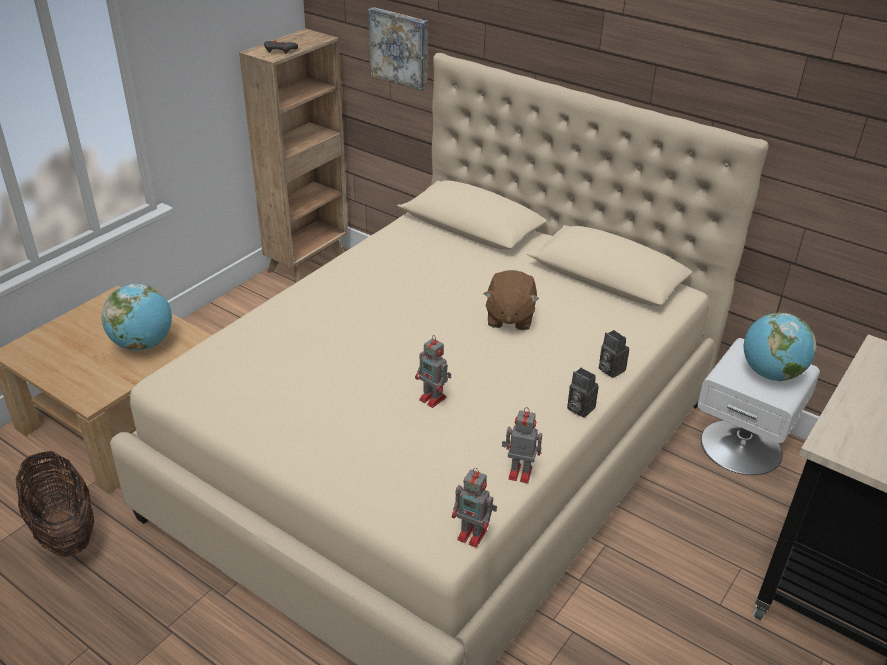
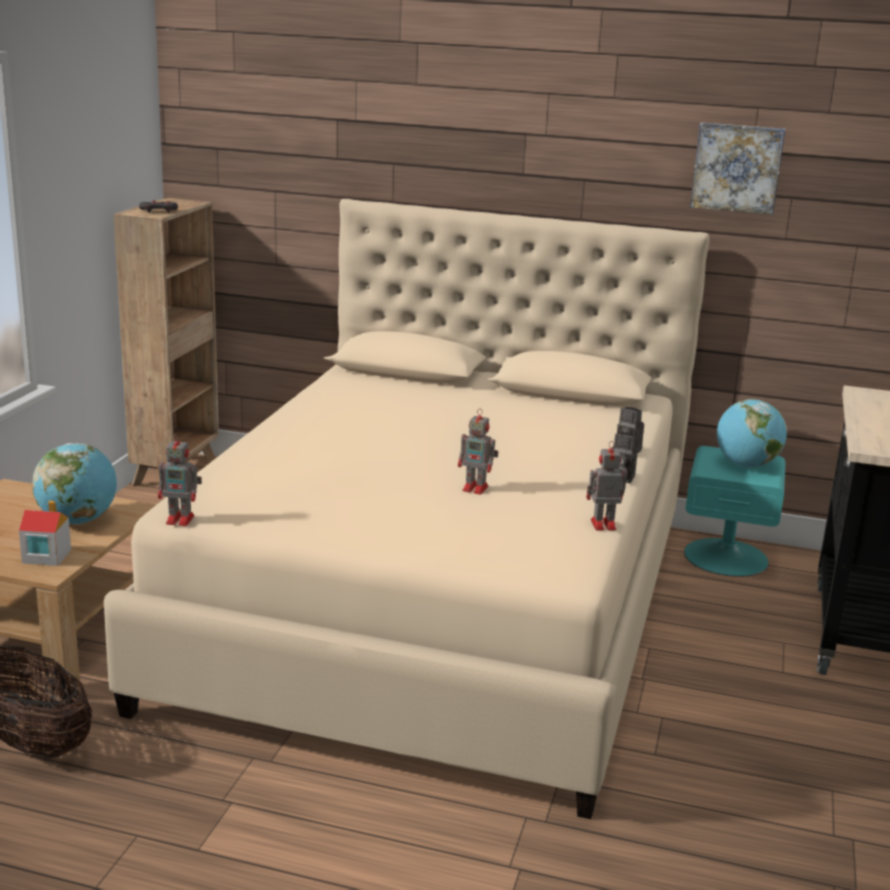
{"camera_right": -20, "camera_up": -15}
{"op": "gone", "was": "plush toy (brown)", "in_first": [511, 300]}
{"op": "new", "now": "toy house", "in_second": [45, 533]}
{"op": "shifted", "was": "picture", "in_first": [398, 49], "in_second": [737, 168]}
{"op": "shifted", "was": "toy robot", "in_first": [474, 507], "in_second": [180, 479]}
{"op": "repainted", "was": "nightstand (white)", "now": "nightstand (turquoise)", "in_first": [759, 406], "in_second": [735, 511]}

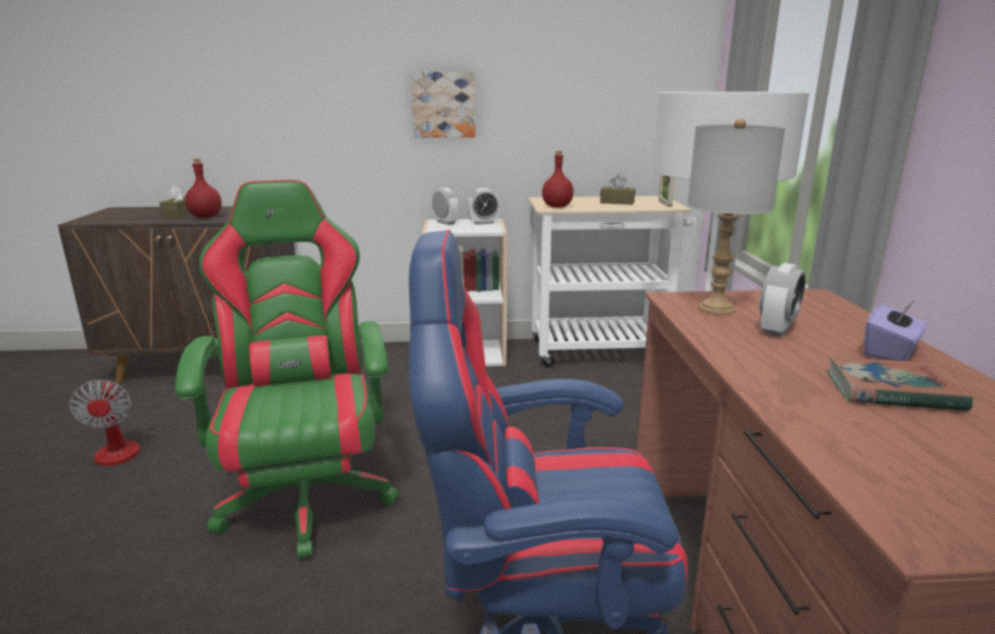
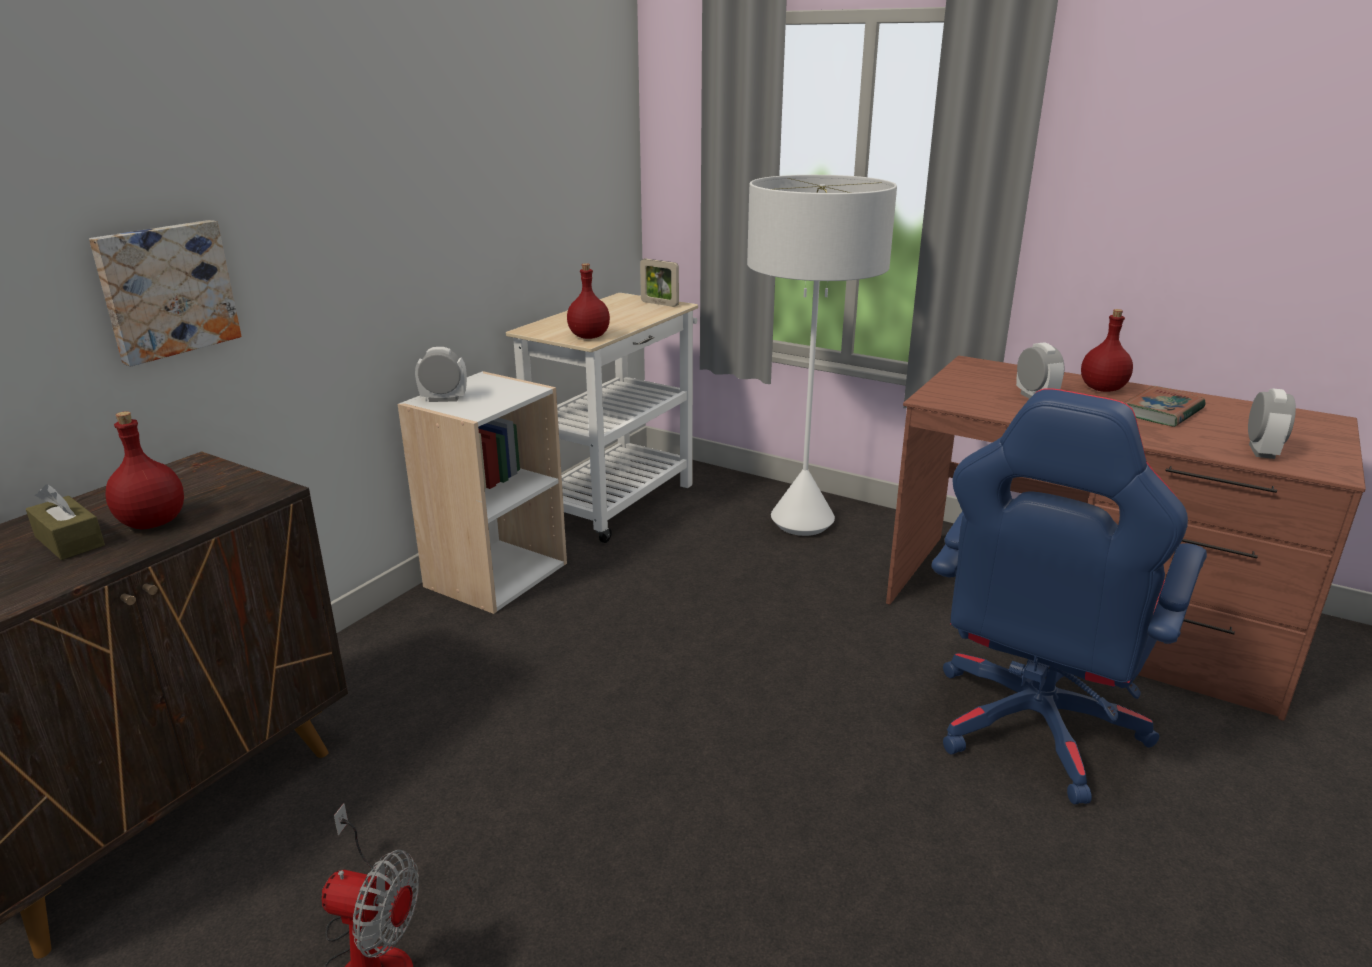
{"camera_right": -55, "camera_up": 5}
{"op": "gone", "was": "office chair (green)", "in_first": [287, 369]}
{"op": "gone", "was": "tissue box (brown)", "in_first": [617, 190]}
{"op": "gone", "was": "table lamp (grey)", "in_first": [737, 216]}
{"op": "shifted", "was": "picture", "in_first": [443, 104], "in_second": [165, 293]}
{"op": "shifted", "was": "alarm clock", "in_first": [484, 206], "in_second": [1272, 423]}
{"op": "swapped", "was": "tissue box (purple)", "now": "bottle (red)", "in_first": [895, 330], "in_second": [1107, 350]}

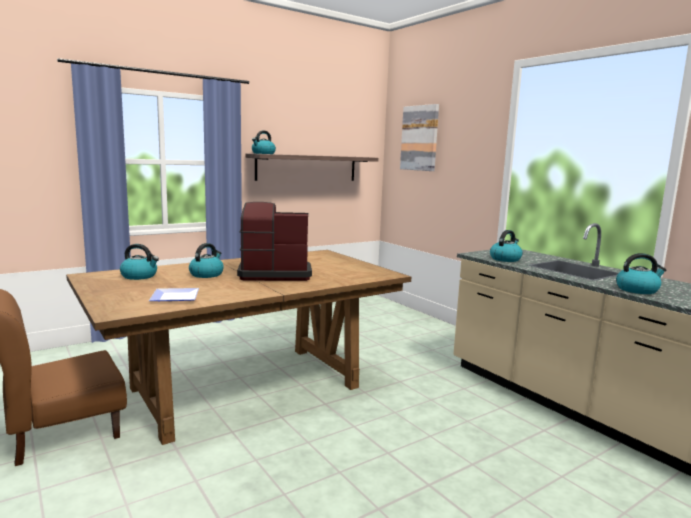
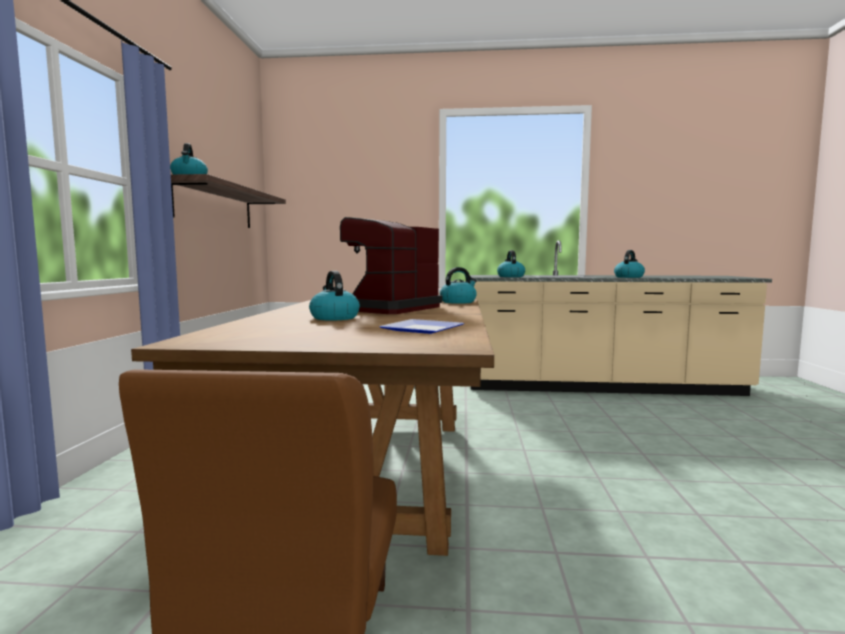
{"camera_right": -50, "camera_up": -5}
{"op": "gone", "was": "picture", "in_first": [419, 137]}
{"op": "shifted", "was": "kettle", "in_first": [139, 262], "in_second": [458, 285]}

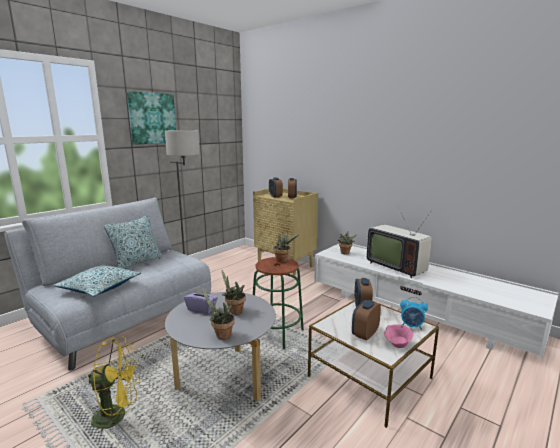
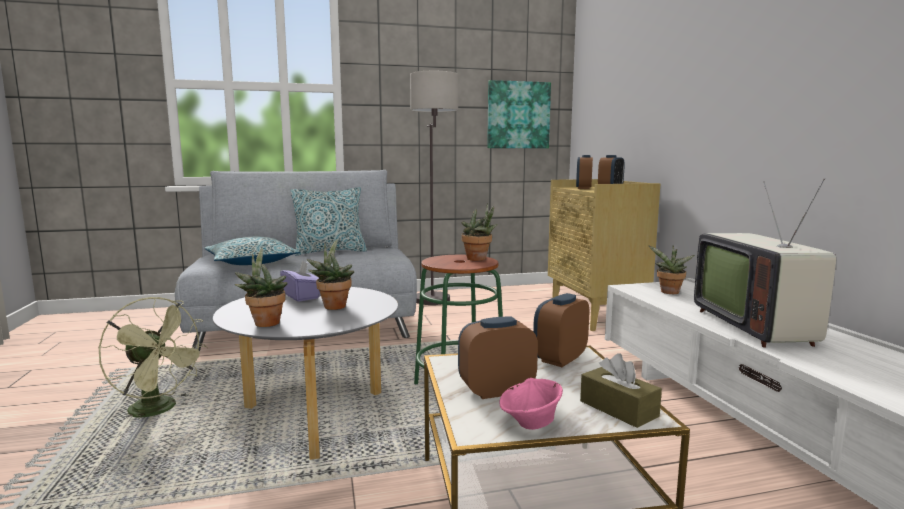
{"camera_right": 35, "camera_up": -5}
{"op": "shifted", "was": "picture", "in_first": [151, 118], "in_second": [519, 114]}
{"op": "swapped", "was": "alarm clock", "now": "tissue box (brown)", "in_first": [414, 313], "in_second": [621, 390]}
{"op": "repainted", "was": "fan (yellow)", "now": "fan (green)", "in_first": [114, 384], "in_second": [153, 357]}

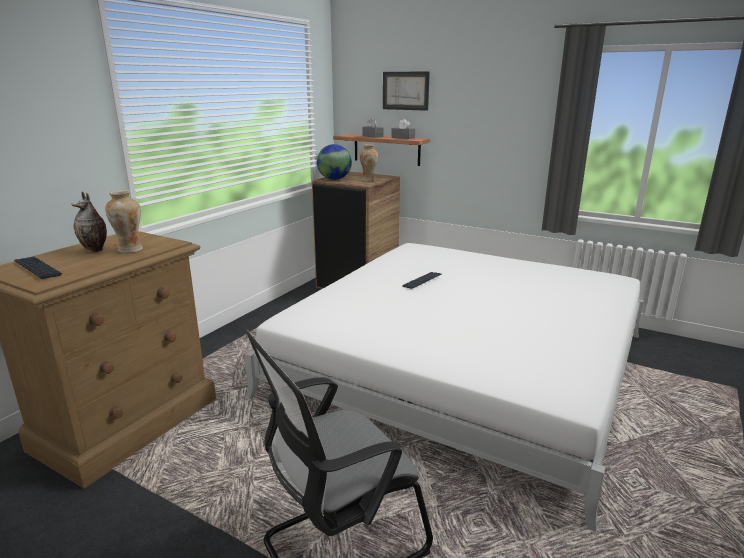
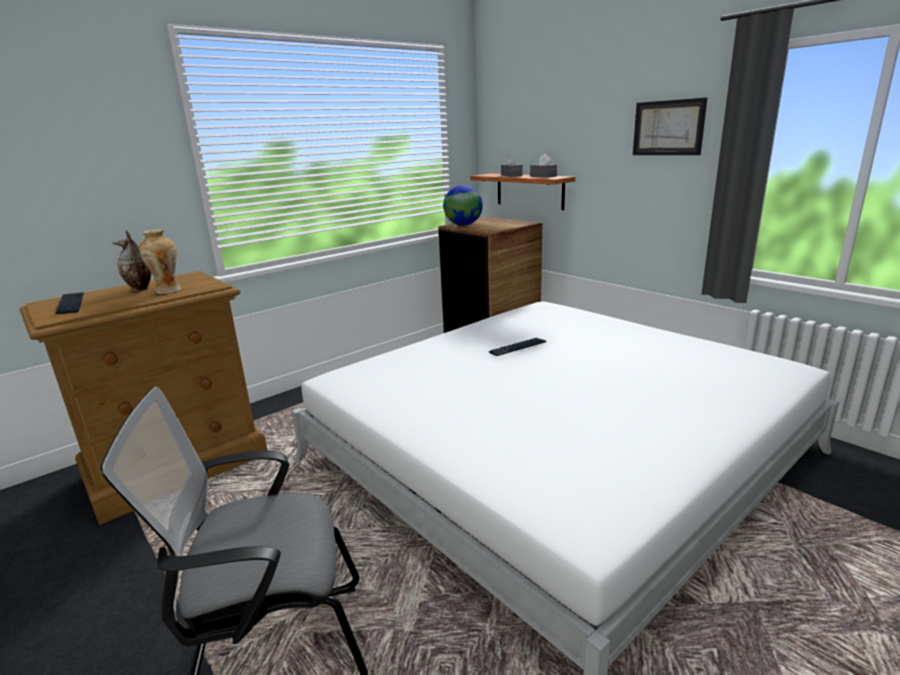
{"camera_right": 20, "camera_up": 0}
{"op": "gone", "was": "vase", "in_first": [369, 162]}
{"op": "shifted", "was": "picture", "in_first": [406, 91], "in_second": [670, 126]}

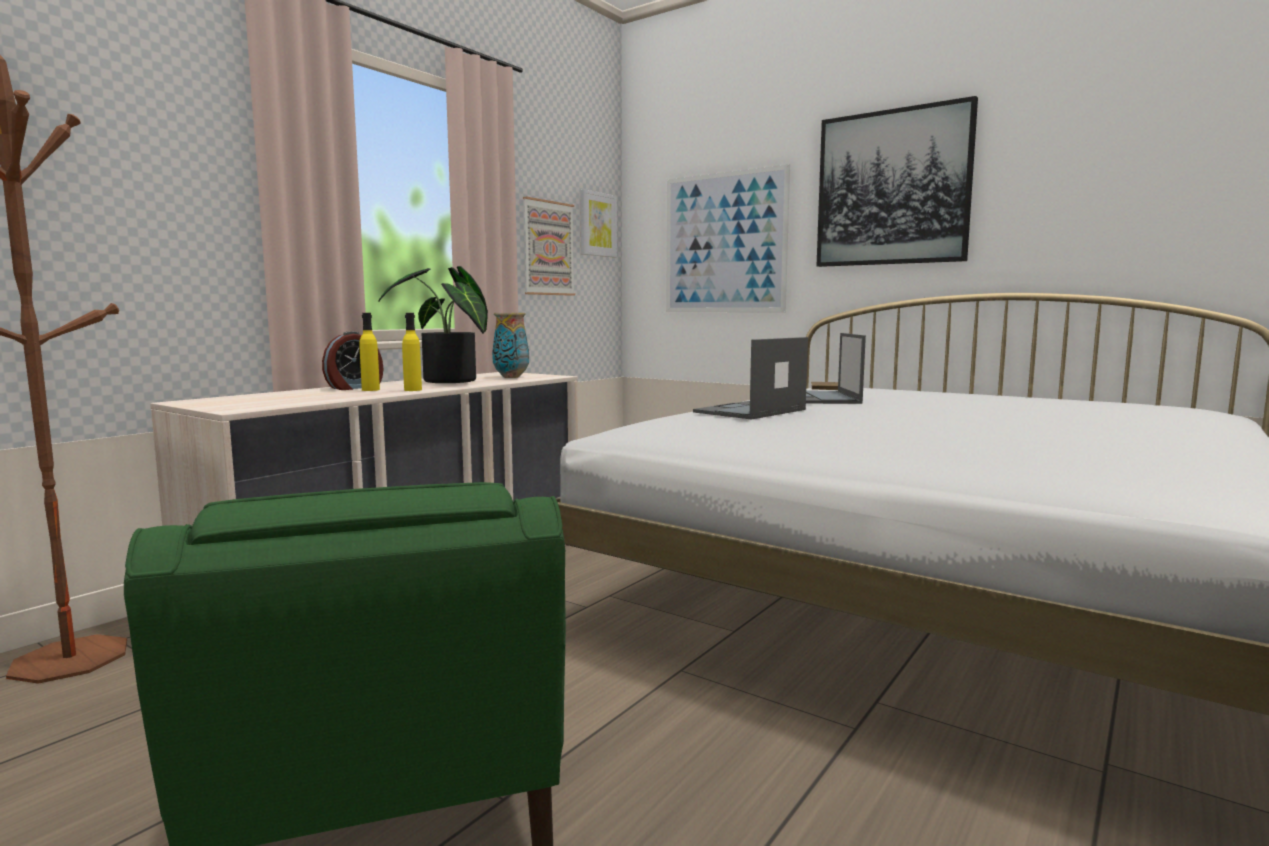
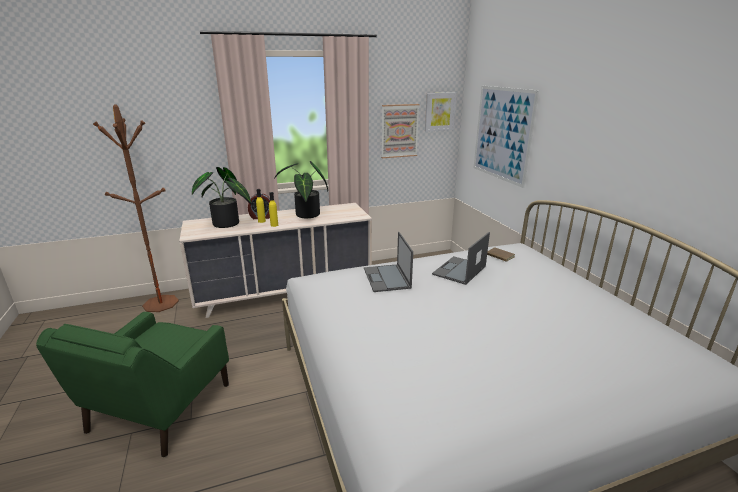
{"camera_right": 35, "camera_up": 15}
{"op": "gone", "was": "vase", "in_first": [510, 345]}
{"op": "gone", "was": "picture", "in_first": [897, 181]}
{"op": "new", "now": "potted plant", "in_second": [222, 197]}
{"op": "rotated", "was": "laptop", "in_first": [750, 378], "in_second": [388, 262], "clockwise": -90}

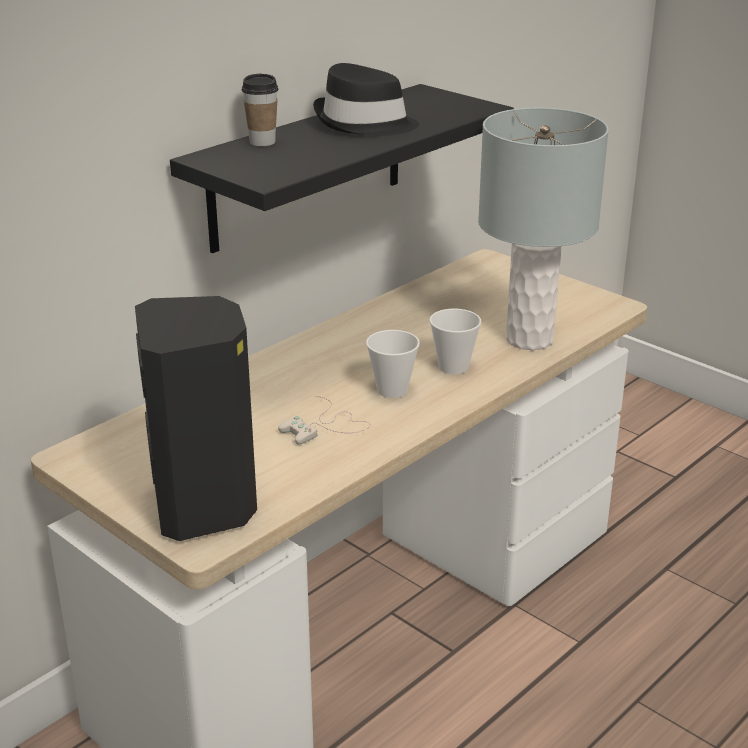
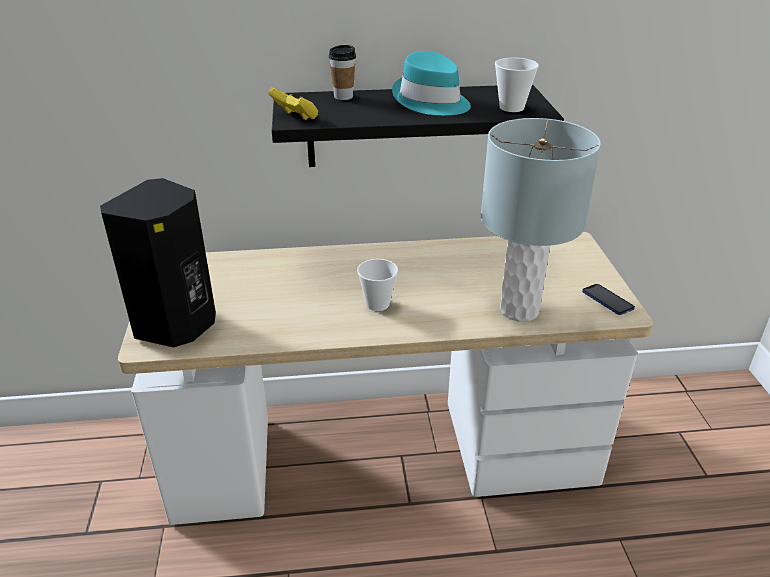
{"camera_right": 40, "camera_up": 5}
{"op": "gone", "was": "game controller (white)", "in_first": [324, 420]}
{"op": "new", "now": "game controller (yellow)", "in_second": [293, 104]}
{"op": "new", "now": "phone", "in_second": [608, 299]}
{"op": "shifted", "was": "cup", "in_first": [455, 341], "in_second": [517, 85]}
{"op": "repainted", "was": "hat (black)", "now": "hat (turquoise)", "in_first": [366, 99], "in_second": [431, 83]}

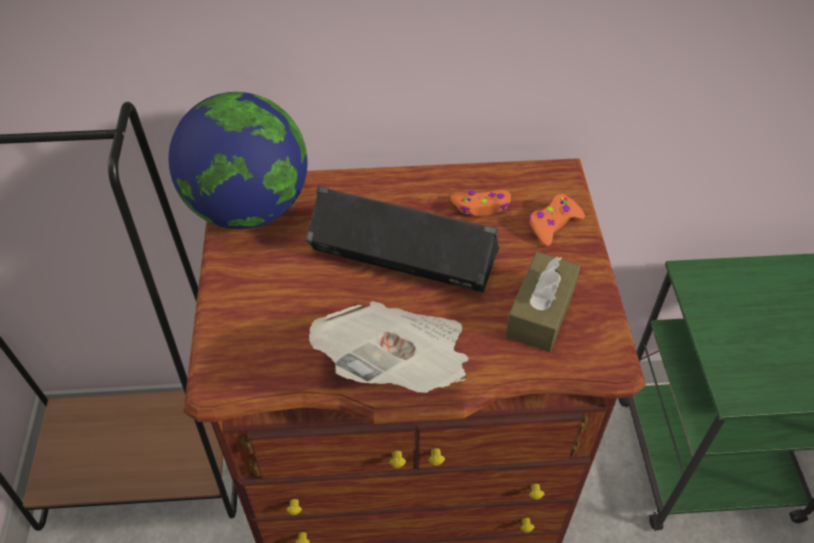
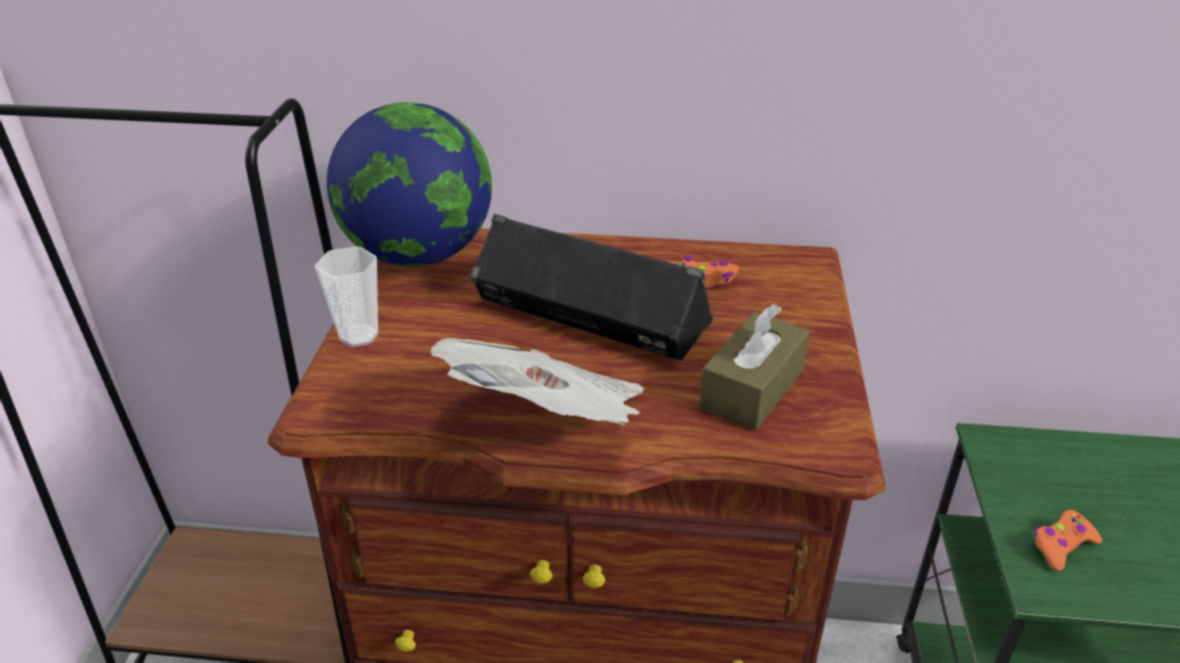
{"camera_right": 10, "camera_up": -15}
{"op": "new", "now": "cup", "in_second": [346, 296]}
{"op": "shifted", "was": "game controller (orange)", "in_first": [557, 220], "in_second": [1068, 540]}

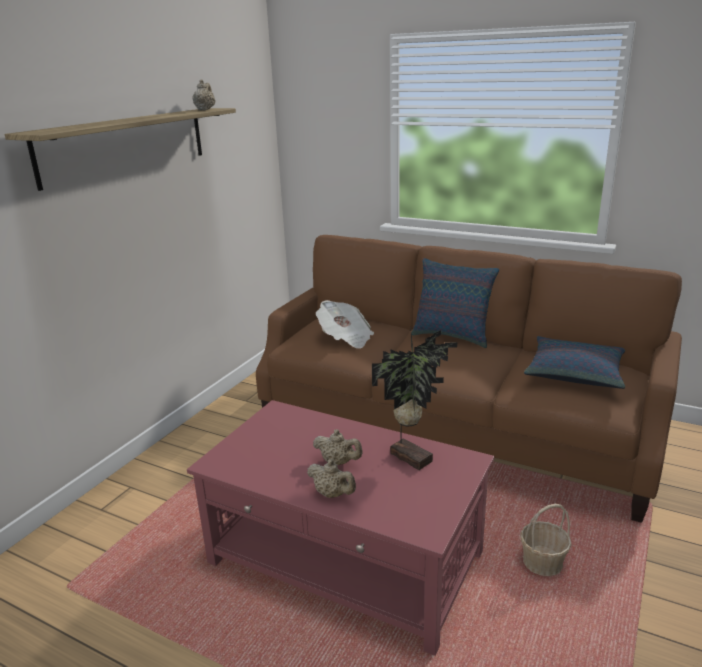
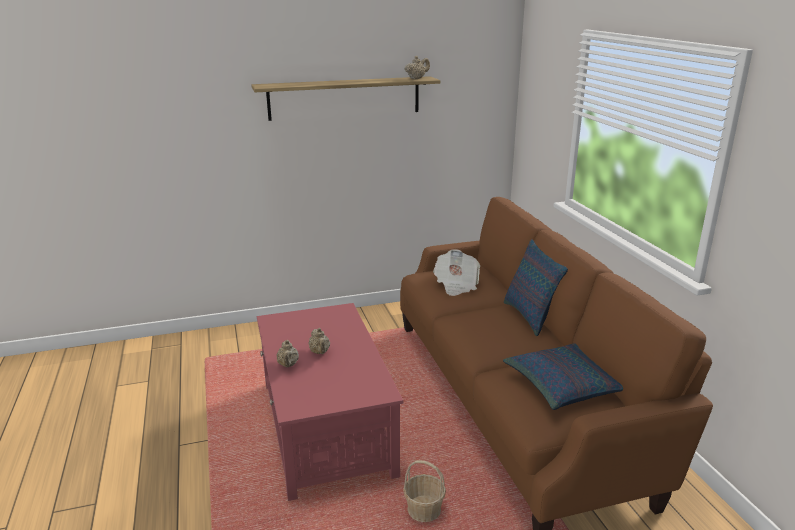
{"camera_right": 45, "camera_up": 0}
{"op": "gone", "was": "potted plant", "in_first": [414, 400]}

